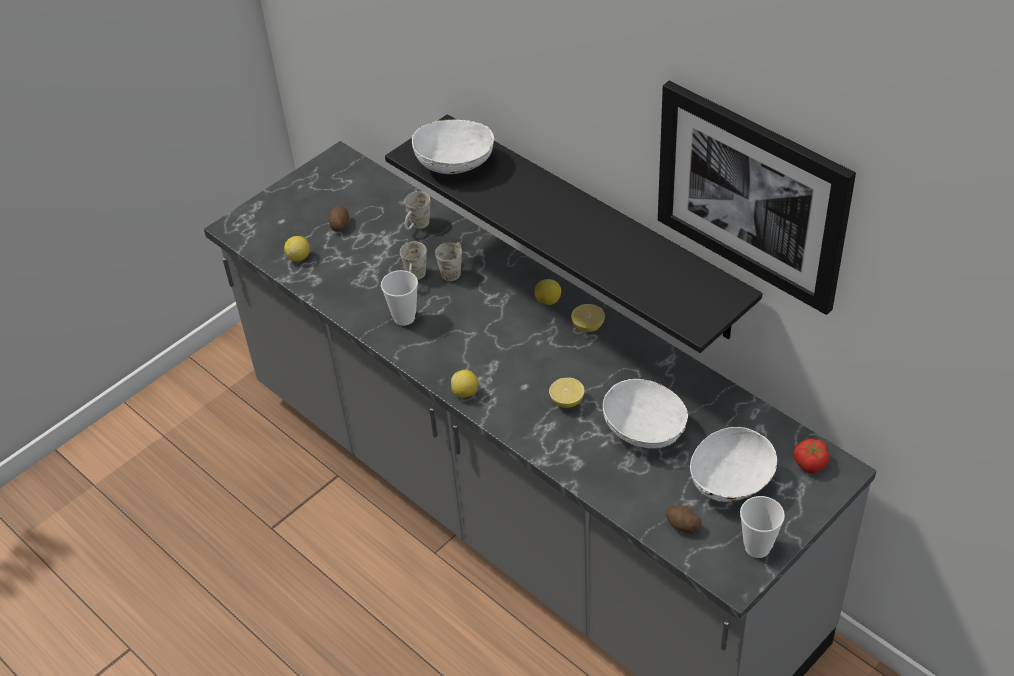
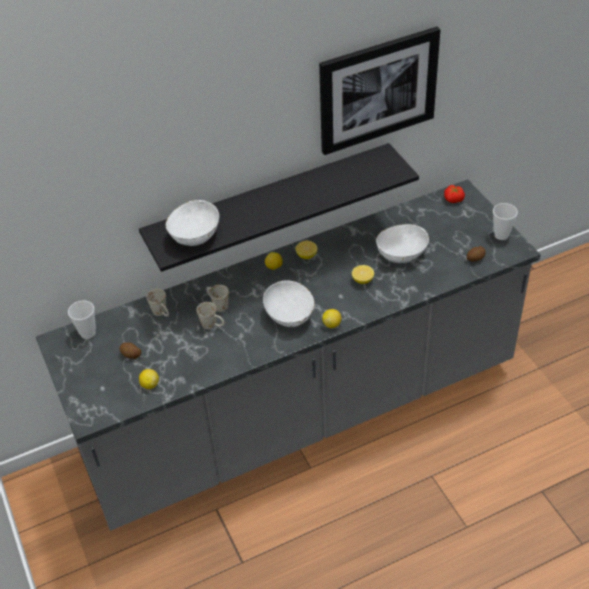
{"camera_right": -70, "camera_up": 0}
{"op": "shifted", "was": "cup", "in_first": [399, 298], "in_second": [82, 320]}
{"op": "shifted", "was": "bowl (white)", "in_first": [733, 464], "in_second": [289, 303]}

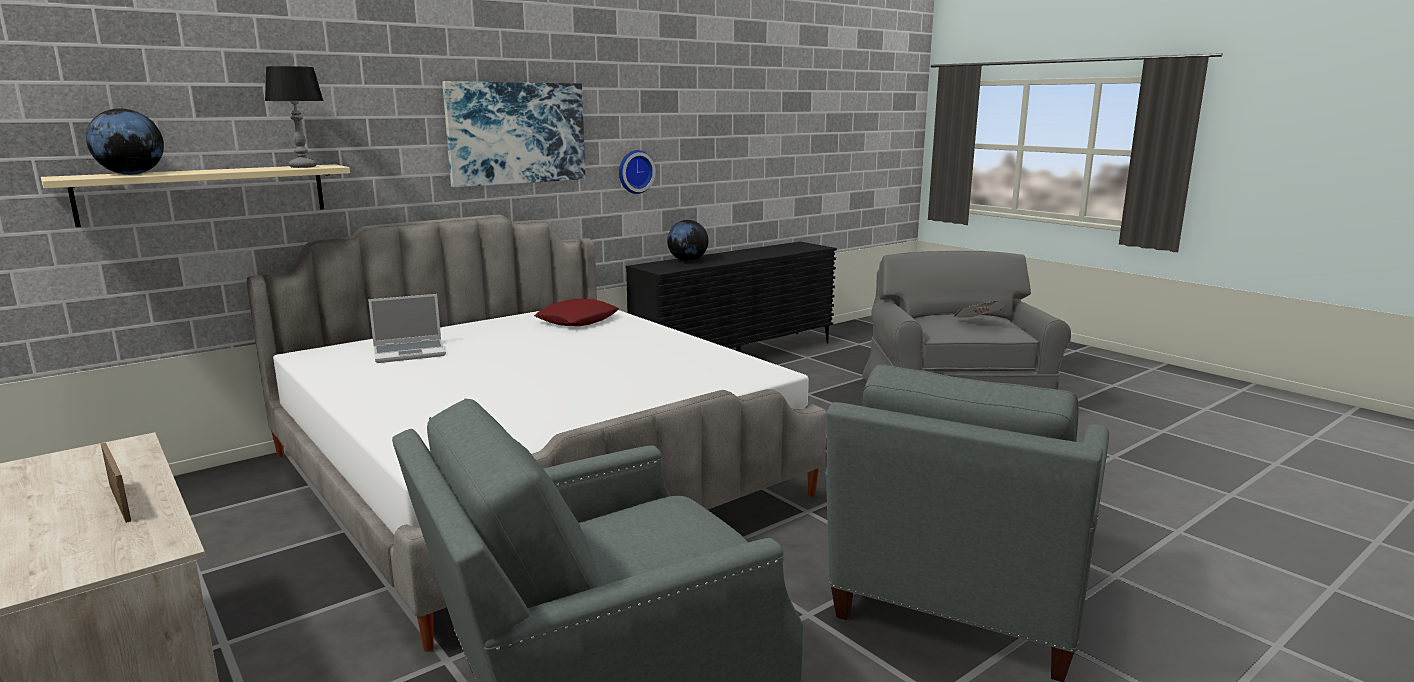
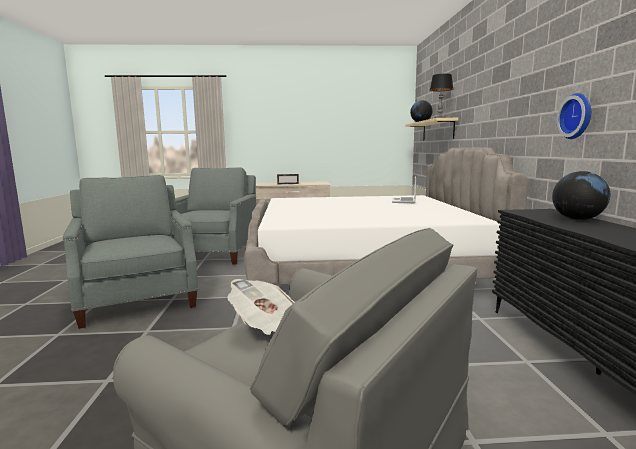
{"camera_right": 125, "camera_up": -5}
{"op": "gone", "was": "picture", "in_first": [514, 134]}
{"op": "gone", "was": "pillow (red)", "in_first": [576, 312]}

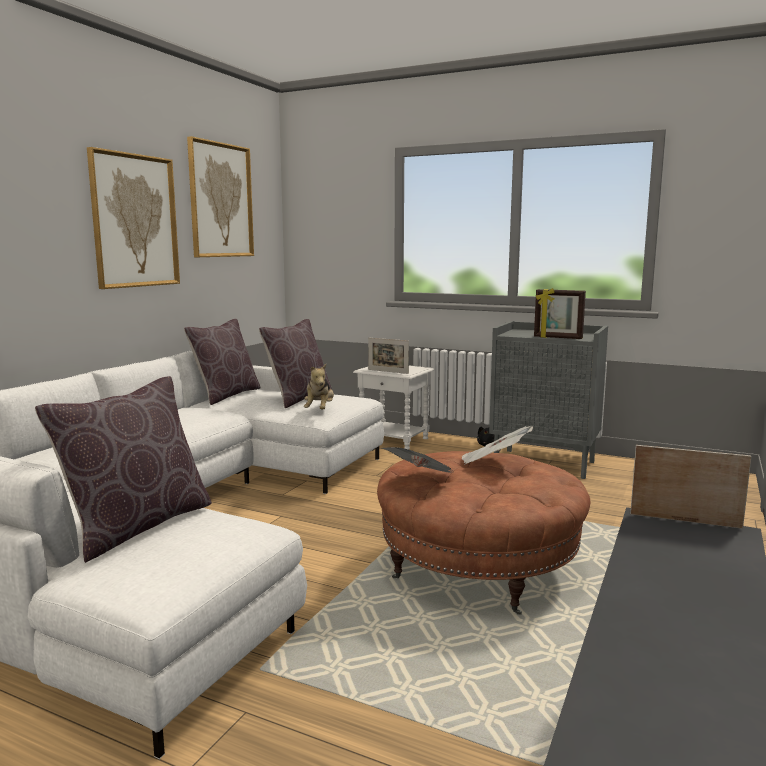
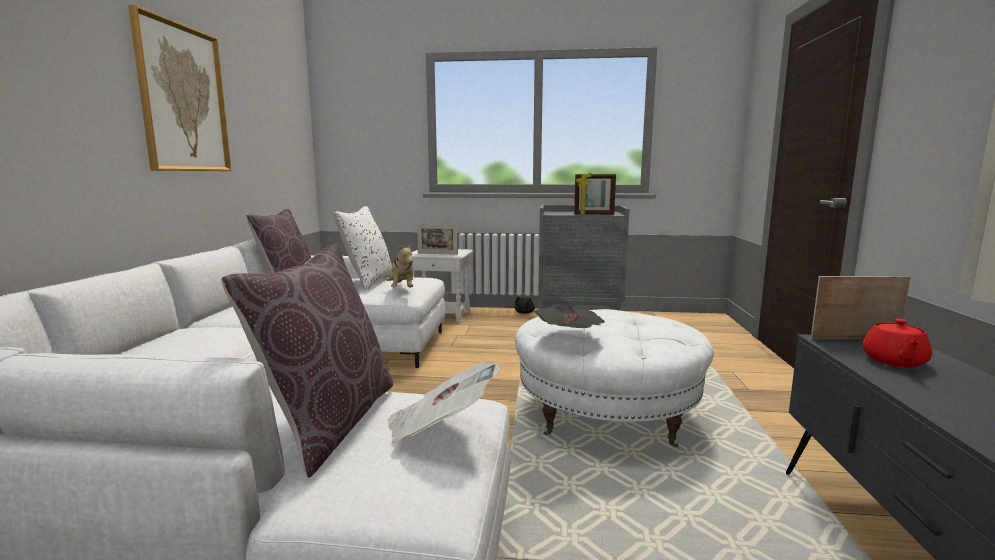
{"camera_right": -20, "camera_up": 0}
{"op": "gone", "was": "picture", "in_first": [220, 196]}
{"op": "new", "now": "teapot (red)", "in_second": [897, 343]}
{"op": "shifted", "was": "newspaper", "in_first": [497, 445], "in_second": [444, 402]}
{"op": "repainted", "was": "pillow (brown)", "now": "pillow (white)", "in_first": [295, 363], "in_second": [363, 248]}
{"op": "repainted", "was": "ottoman (brown)", "now": "ottoman (white)", "in_first": [483, 533], "in_second": [614, 378]}

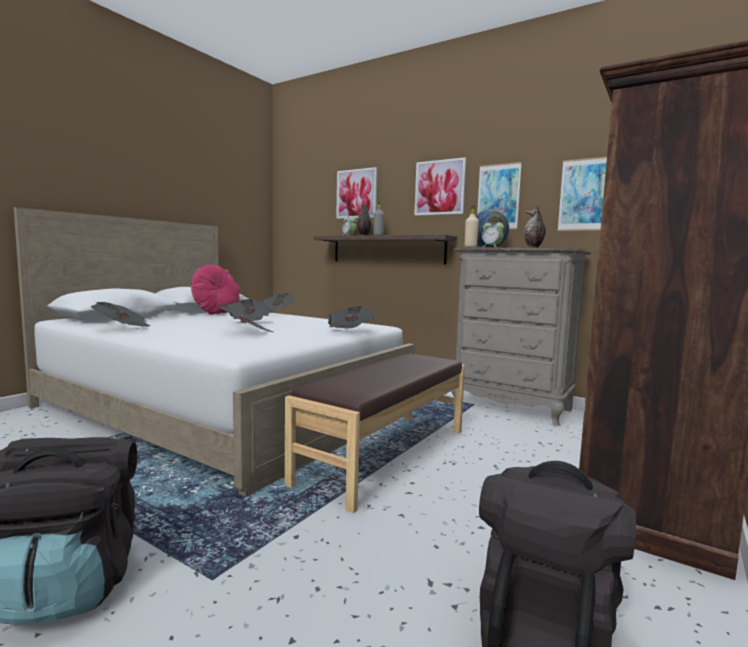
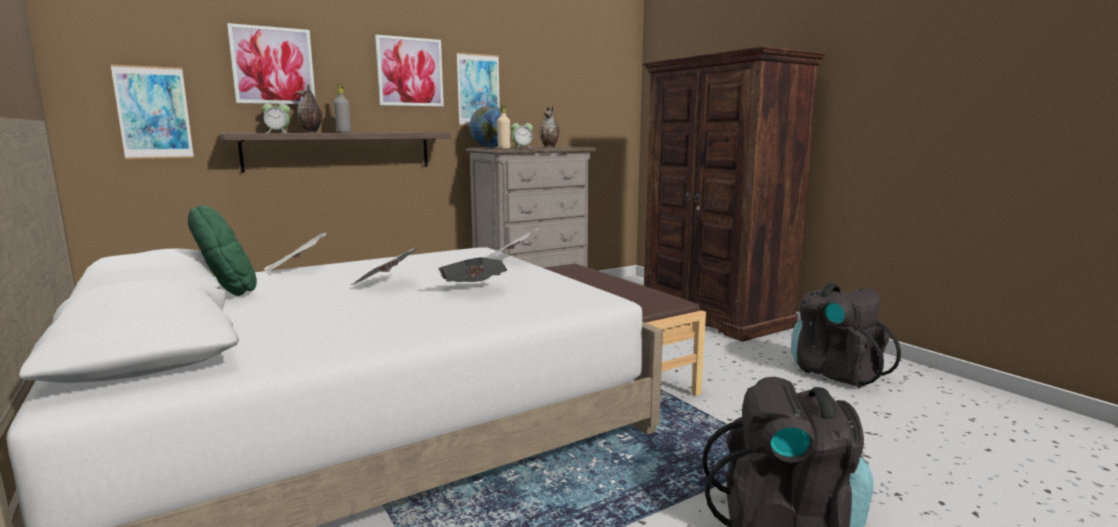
{"camera_right": -65, "camera_up": 5}
{"op": "gone", "was": "newspaper", "in_first": [121, 314]}
{"op": "shifted", "was": "picture", "in_first": [582, 194], "in_second": [152, 112]}
{"op": "repainted", "was": "pillow (pink)", "now": "pillow (green)", "in_first": [215, 290], "in_second": [222, 250]}

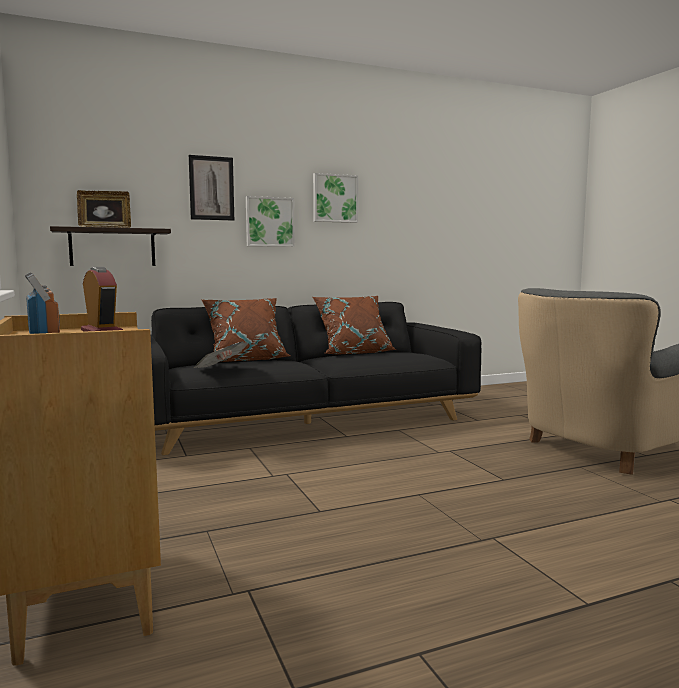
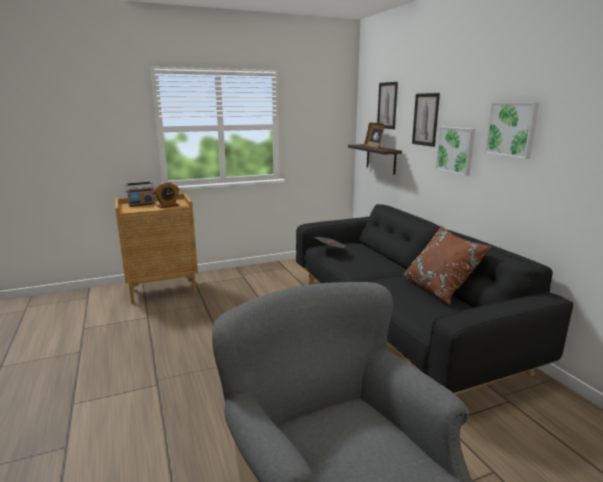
{"camera_right": 90, "camera_up": 10}
{"op": "gone", "was": "pillow (brown)", "in_first": [246, 330]}
{"op": "new", "now": "picture", "in_second": [387, 105]}

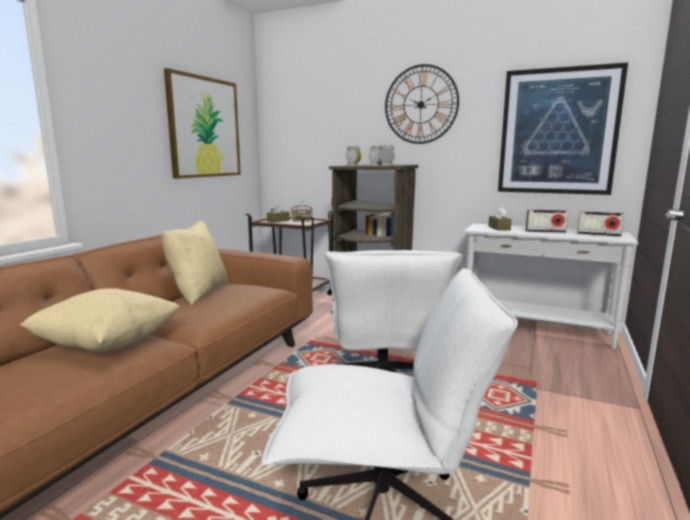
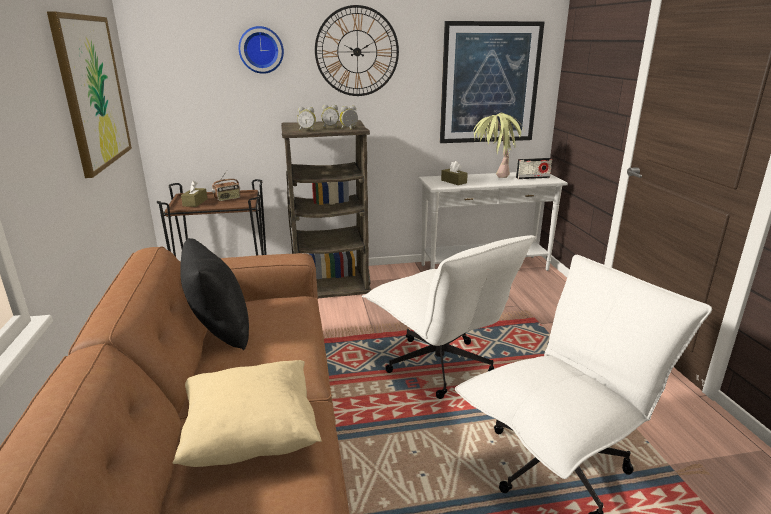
{"camera_right": -35, "camera_up": 10}
{"op": "new", "now": "wall clock", "in_second": [261, 50]}
{"op": "swapped", "was": "radio", "now": "potted plant", "in_first": [547, 221], "in_second": [499, 145]}
{"op": "repainted", "was": "pillow (beige)", "now": "pillow (black)", "in_first": [195, 263], "in_second": [214, 294]}

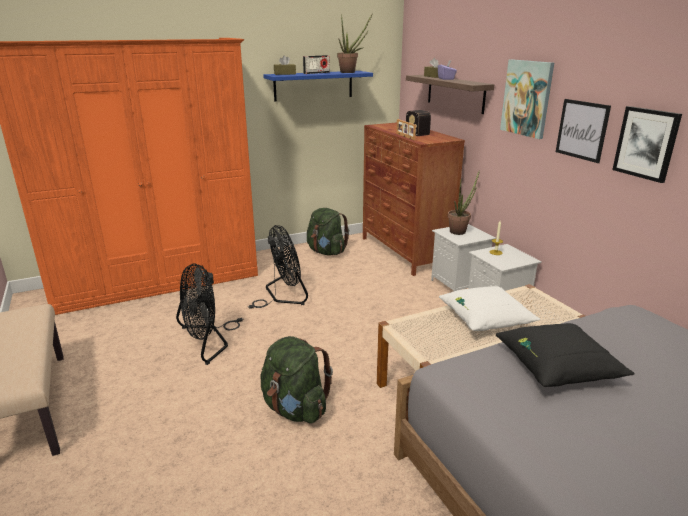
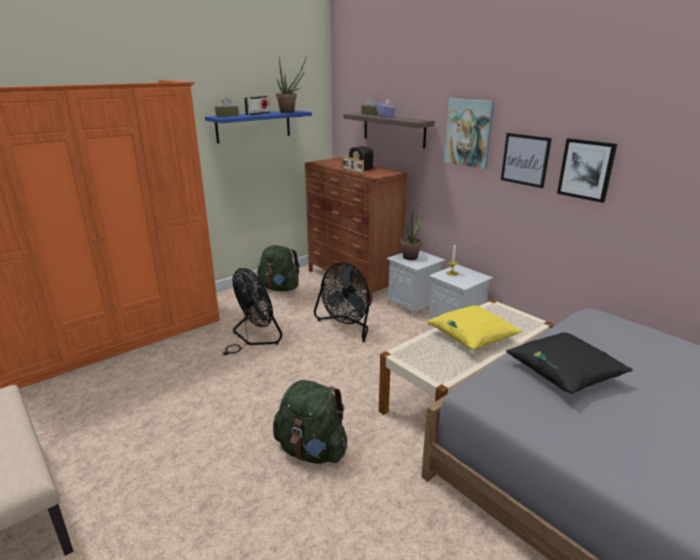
{"camera_right": -15, "camera_up": 0}
{"op": "shifted", "was": "fan (black)", "in_first": [209, 314], "in_second": [343, 302]}
{"op": "repainted", "was": "pillow (white)", "now": "pillow (yellow)", "in_first": [489, 308], "in_second": [474, 327]}

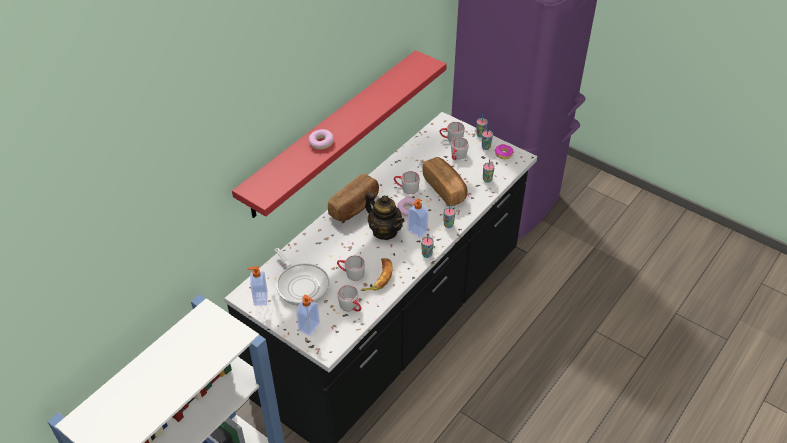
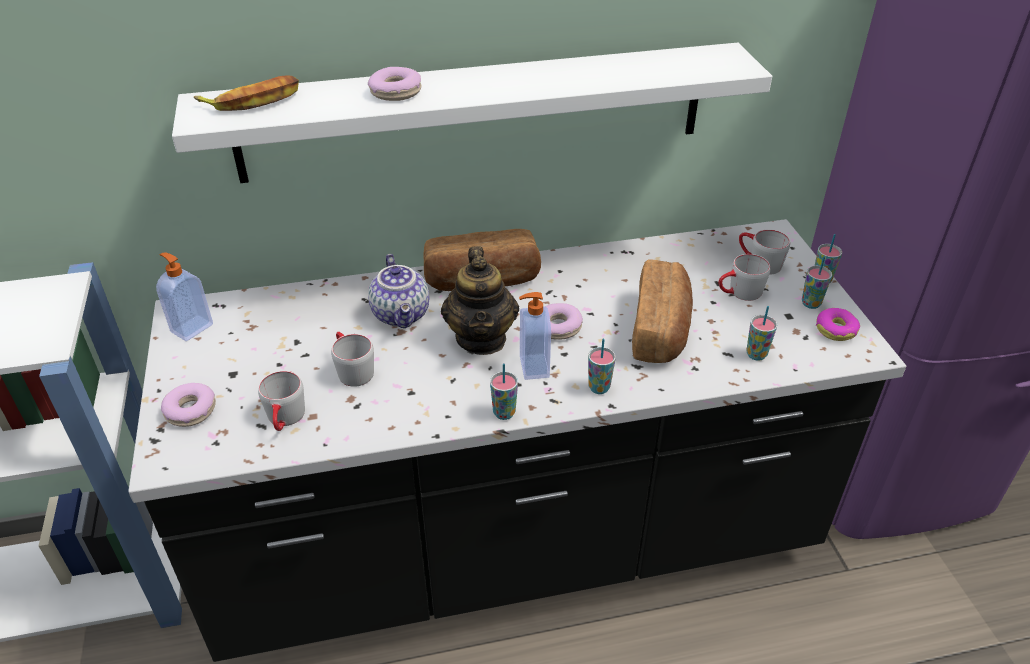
{"camera_right": 40, "camera_up": -5}
{"op": "gone", "was": "frying pan", "in_first": [302, 277]}
{"op": "gone", "was": "mug (grey)", "in_first": [407, 182]}
{"op": "new", "now": "teapot", "in_second": [398, 291]}
{"op": "shifted", "was": "banana", "in_first": [377, 274], "in_second": [246, 93]}
{"op": "swapped", "was": "soap dispenser", "now": "donut", "in_first": [308, 315], "in_second": [188, 405]}
{"op": "repainted", "was": "shelf (red)", "now": "shelf (white)", "in_first": [339, 134], "in_second": [472, 113]}

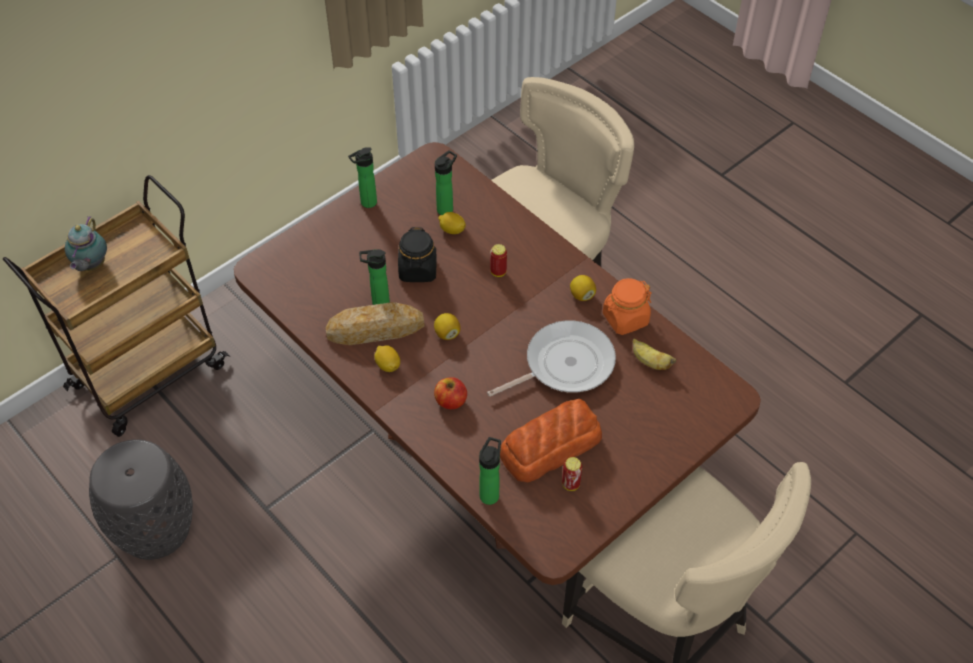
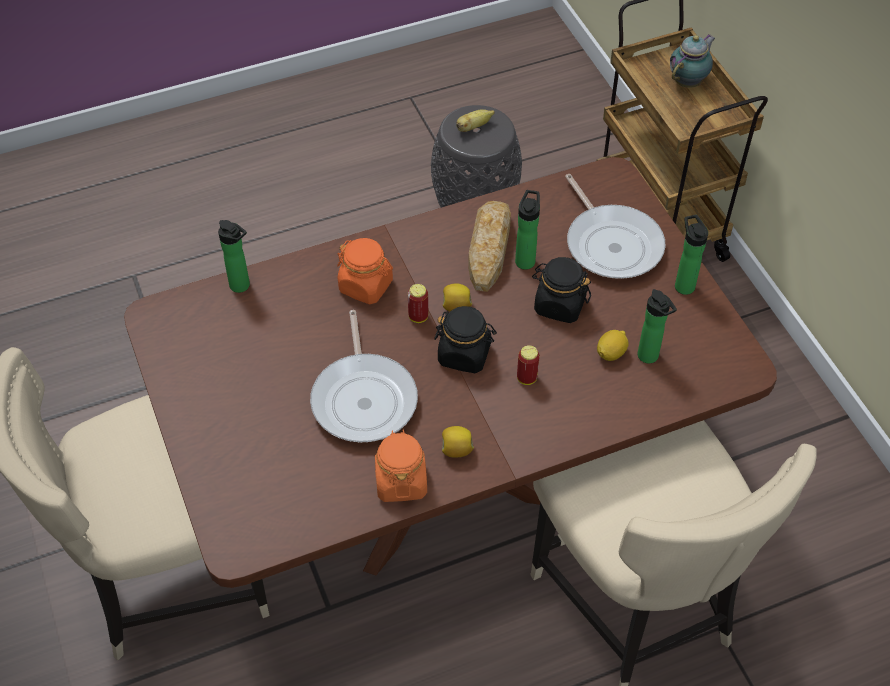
{"camera_right": 110, "camera_up": 0}
{"op": "gone", "was": "lemon", "in_first": [387, 358]}
{"op": "gone", "was": "bread", "in_first": [551, 440]}
{"op": "new", "now": "jar (black)", "in_second": [465, 339]}
{"op": "new", "now": "frying pan", "in_second": [615, 226]}
{"op": "shifted", "was": "can", "in_first": [572, 474], "in_second": [418, 303]}
{"op": "shifted", "was": "banana", "in_first": [654, 354], "in_second": [475, 120]}
{"op": "swapped", "was": "apple", "now": "jar (orange)", "in_first": [450, 393], "in_second": [365, 271]}
{"op": "rotated", "was": "teapot", "in_first": [86, 243], "in_second": [692, 61], "clockwise": 105}

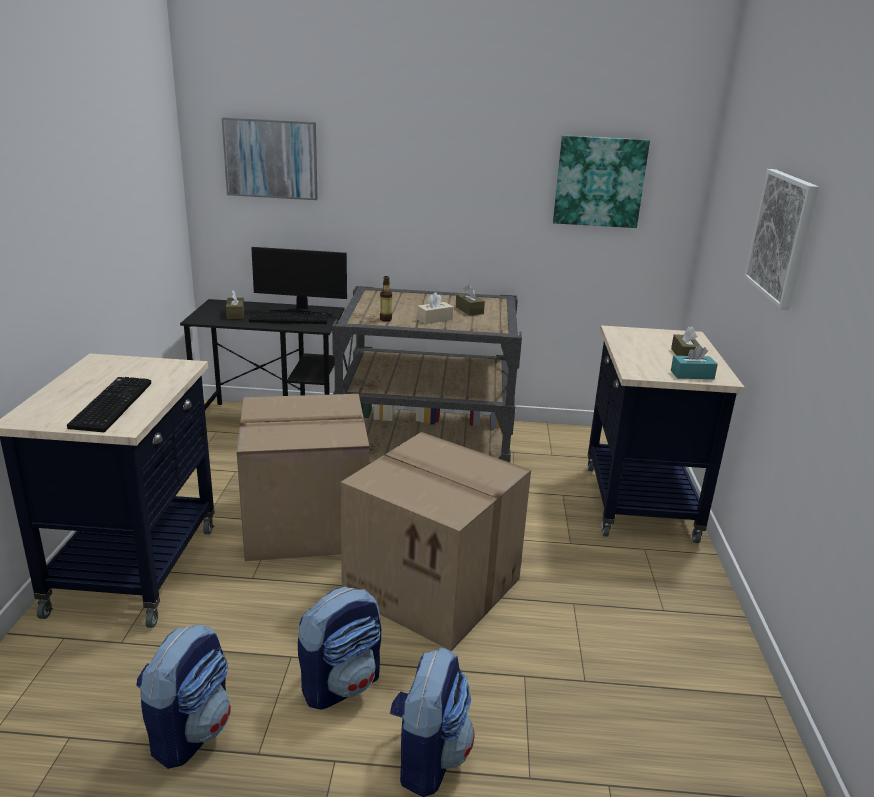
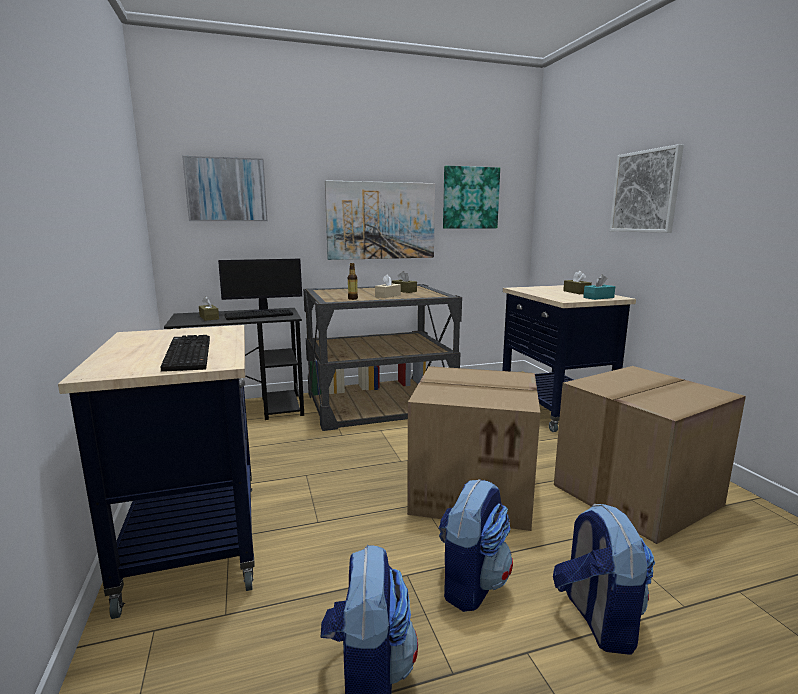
{"camera_right": -20, "camera_up": -10}
{"op": "new", "now": "picture", "in_second": [380, 220]}
{"op": "shifted", "was": "cardboard box", "in_first": [303, 477], "in_second": [650, 455]}

